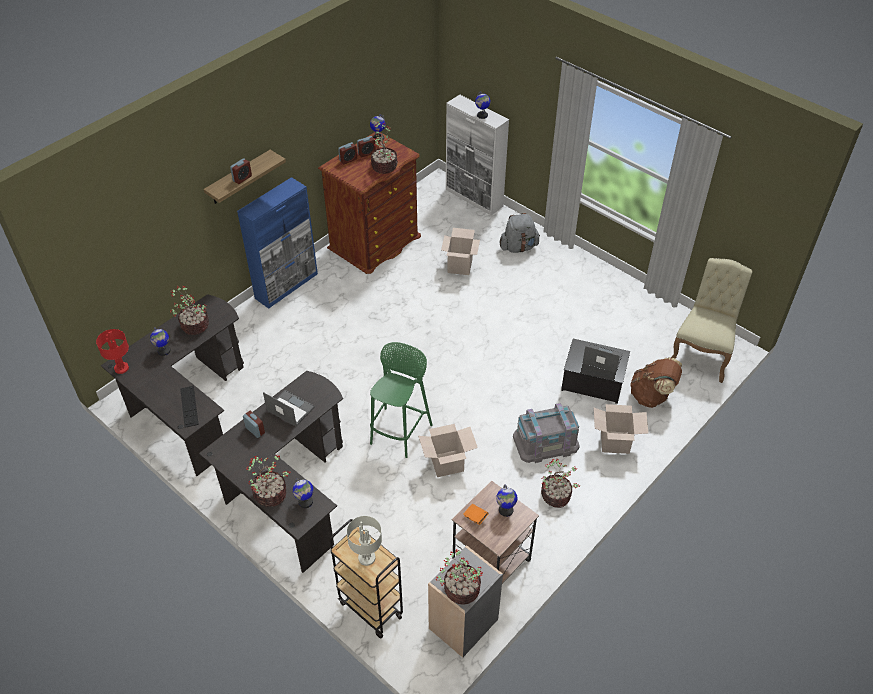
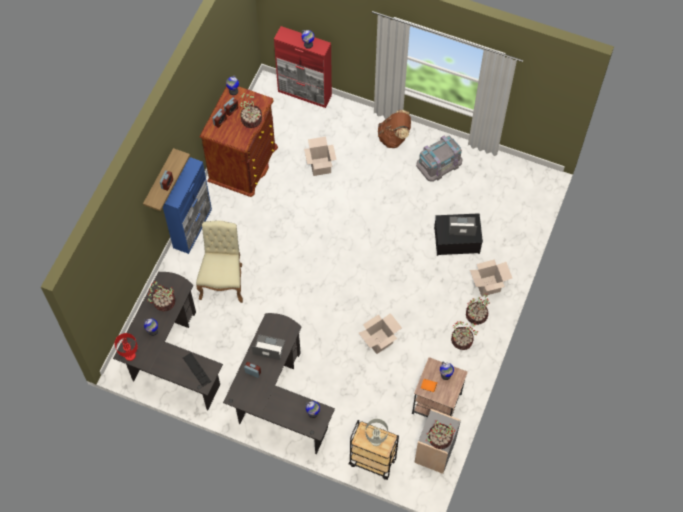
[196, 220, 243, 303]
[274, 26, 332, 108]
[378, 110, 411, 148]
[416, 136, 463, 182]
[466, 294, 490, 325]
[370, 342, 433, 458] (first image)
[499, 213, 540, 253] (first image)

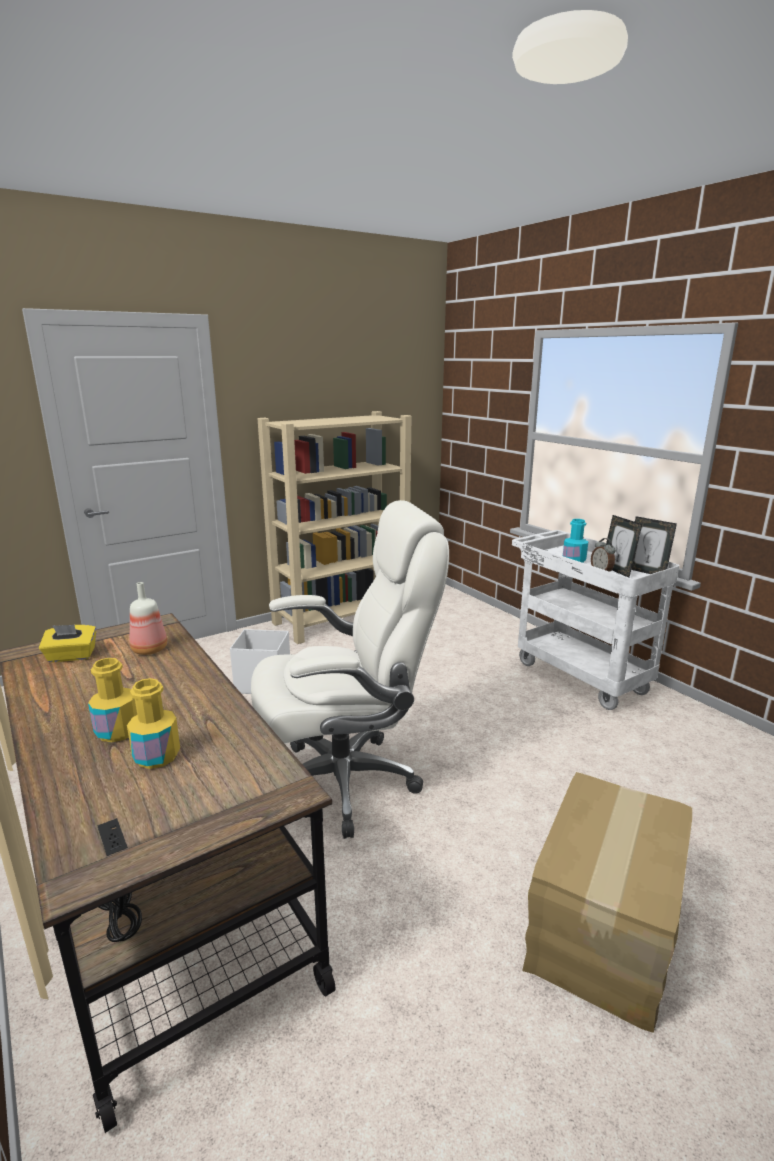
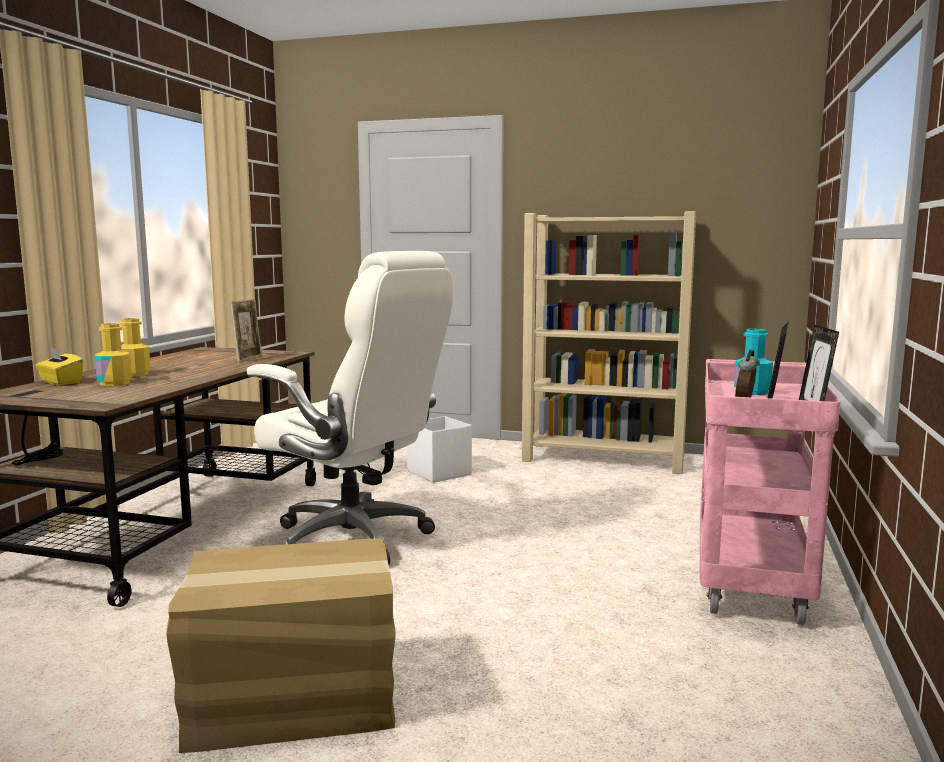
[36, 347, 84, 385]
[230, 299, 262, 362]
[700, 359, 840, 625]

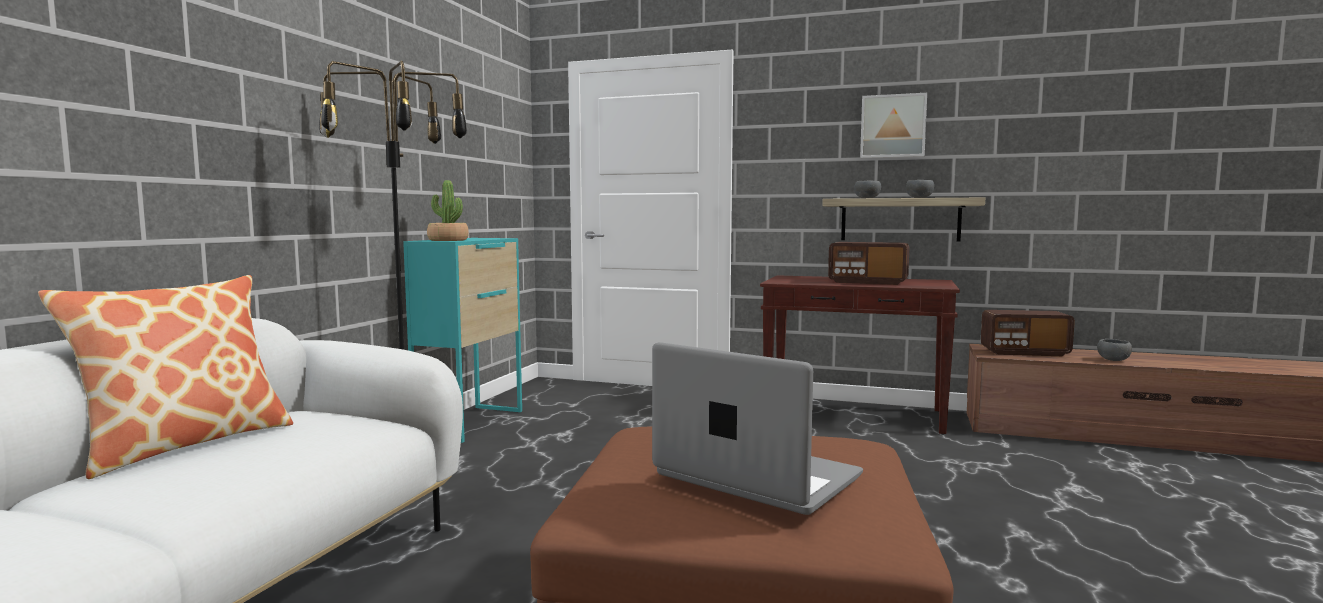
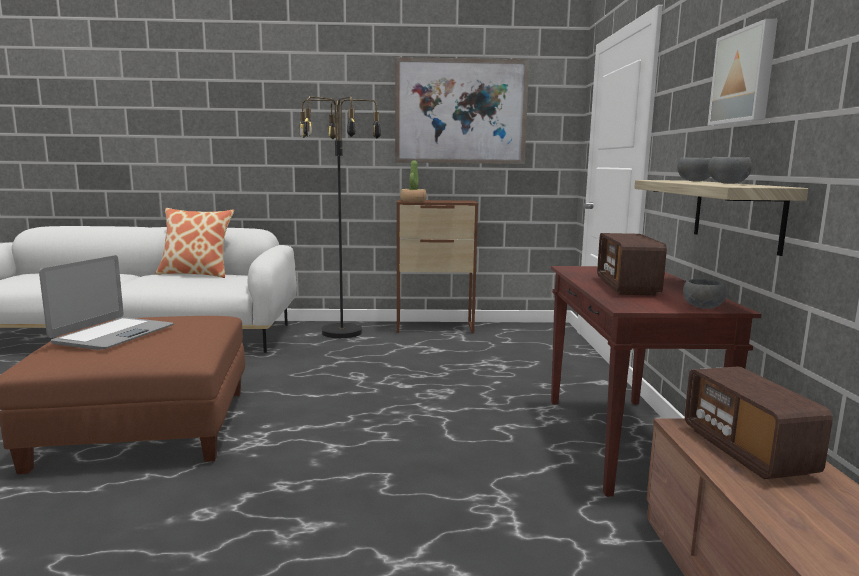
[395, 57, 529, 164]
[397, 200, 478, 333]
[683, 279, 726, 309]

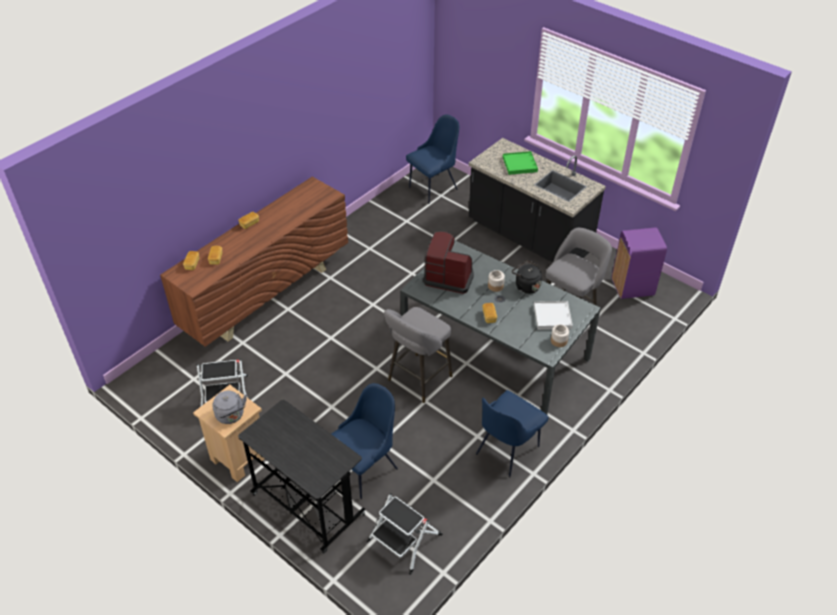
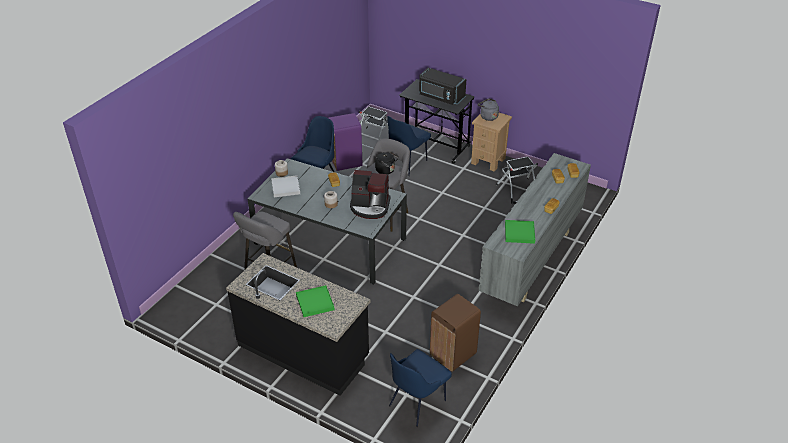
[329, 113, 362, 171]
[375, 152, 399, 174]
[419, 68, 466, 105]
[430, 294, 481, 372]
[479, 153, 591, 306]
[505, 220, 535, 244]

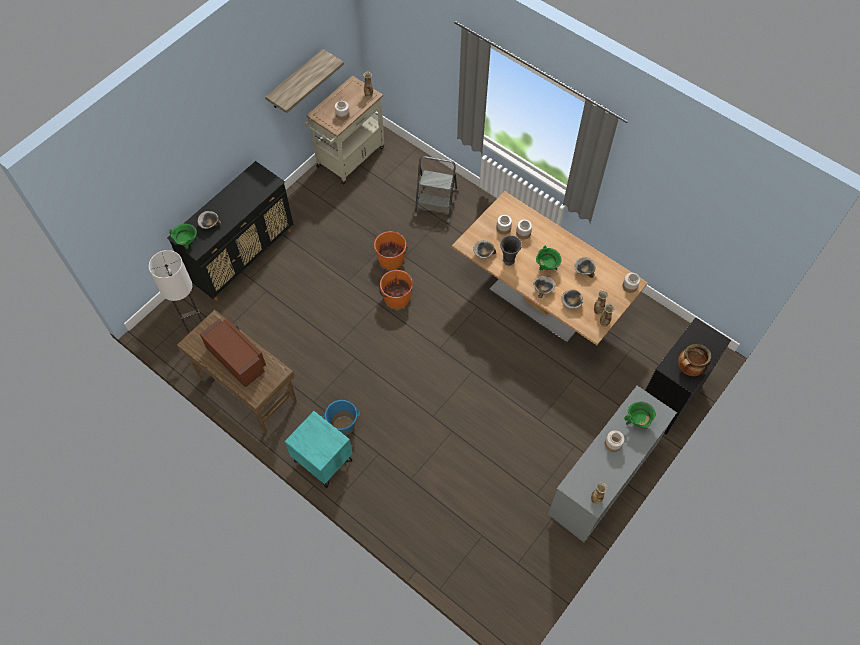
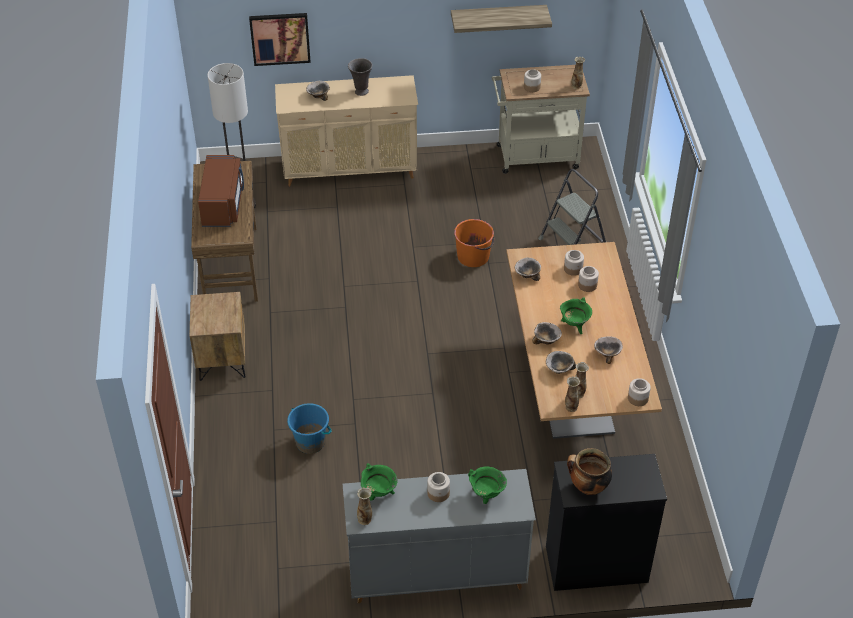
[189, 292, 246, 381]
[249, 13, 311, 66]
[275, 75, 418, 187]
[287, 403, 331, 454]
[348, 58, 372, 96]
[361, 463, 398, 501]
[379, 270, 413, 309] (first image)

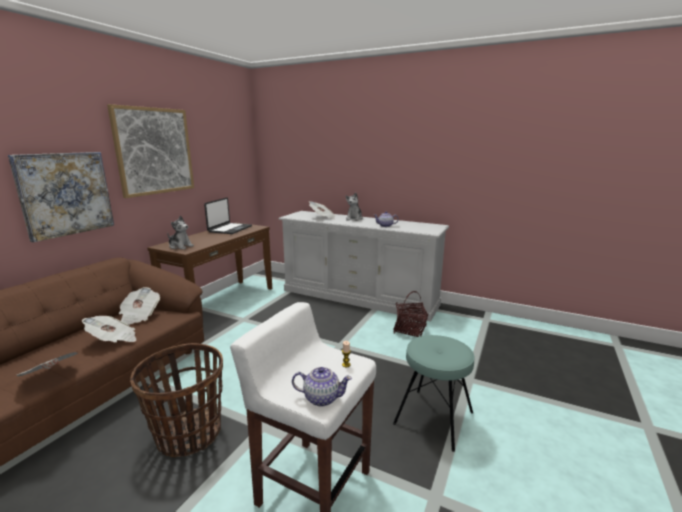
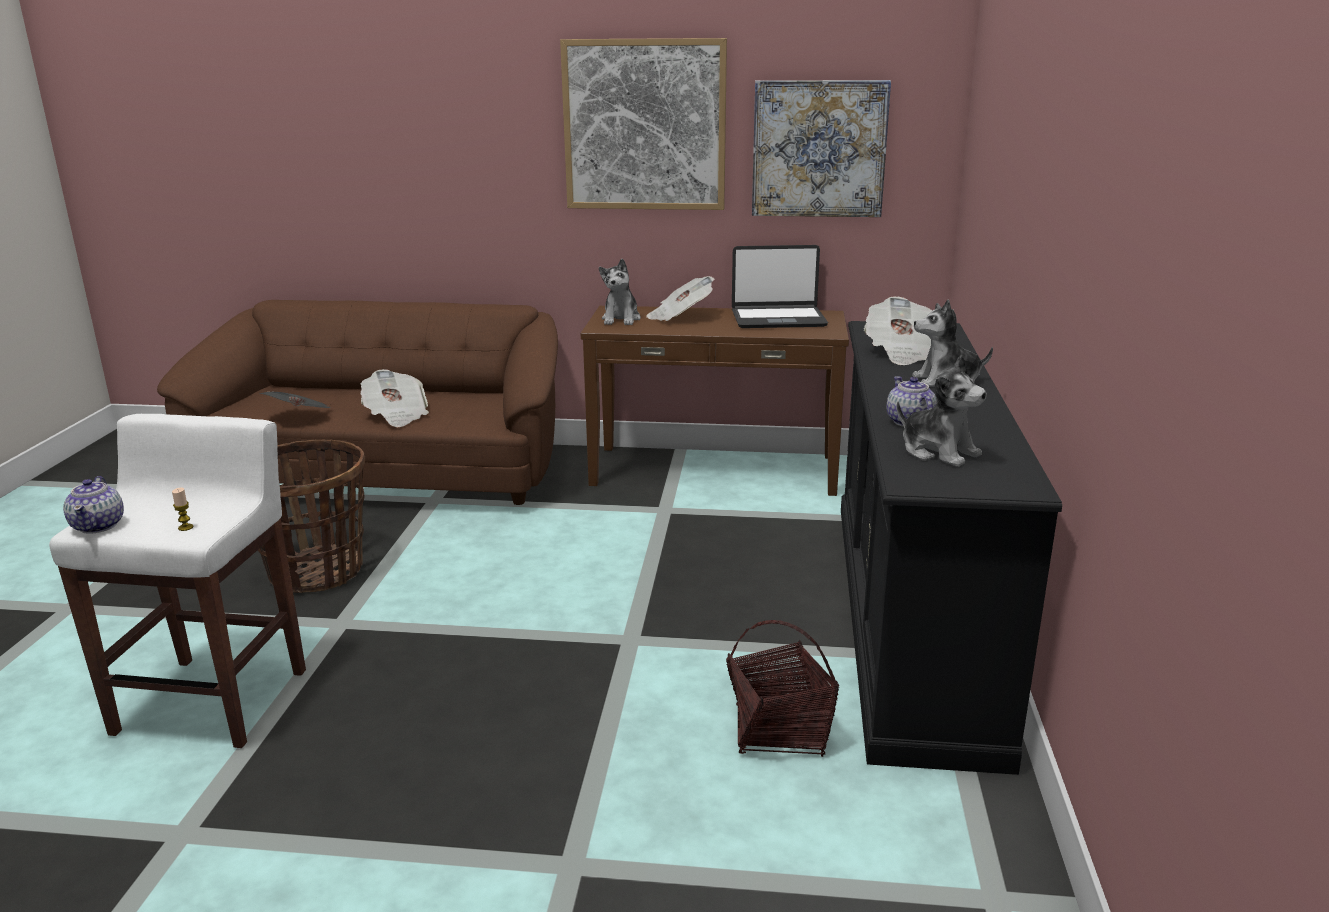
[646, 276, 715, 321]
[752, 80, 891, 217]
[841, 321, 1062, 775]
[897, 355, 987, 467]
[393, 335, 475, 452] (first image)

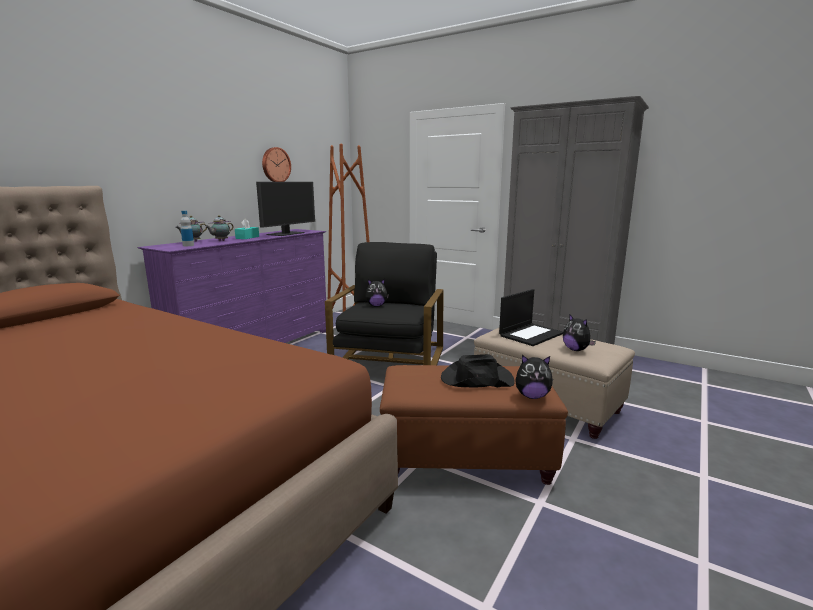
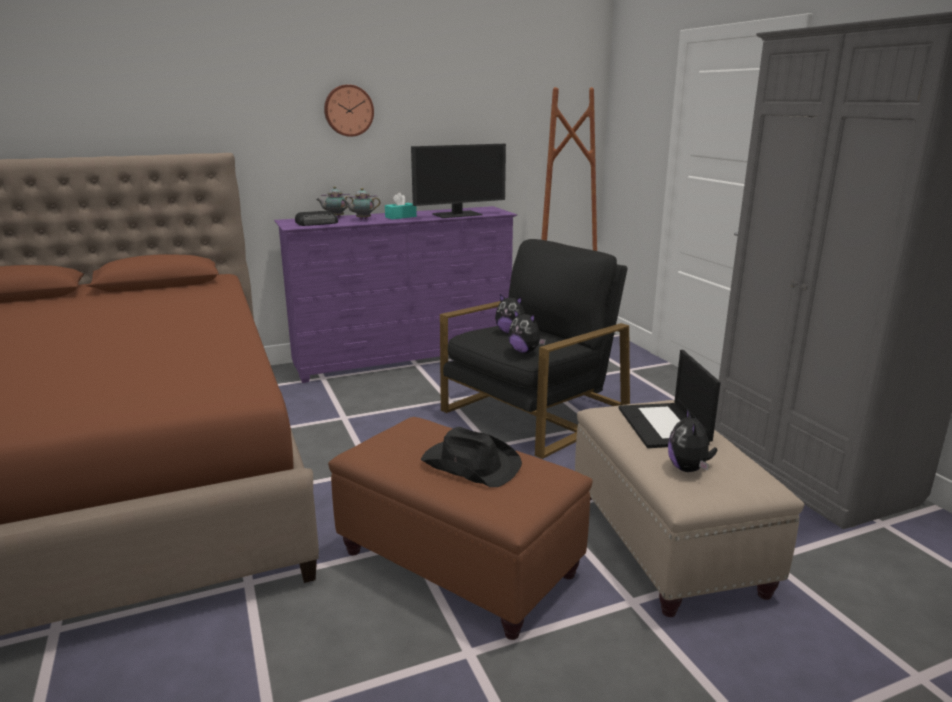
[295, 211, 338, 226]
[324, 84, 374, 137]
[508, 309, 546, 353]
[619, 350, 721, 448]

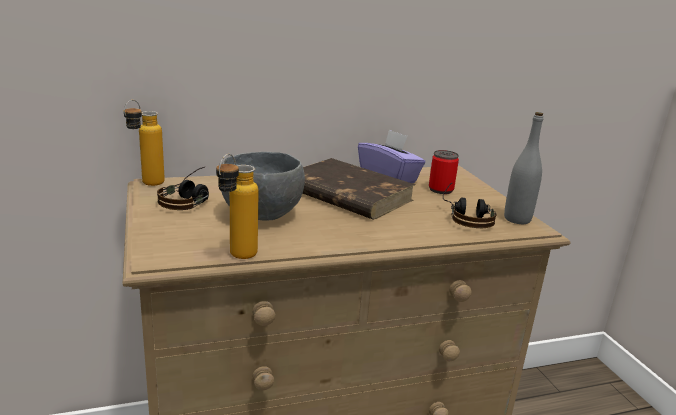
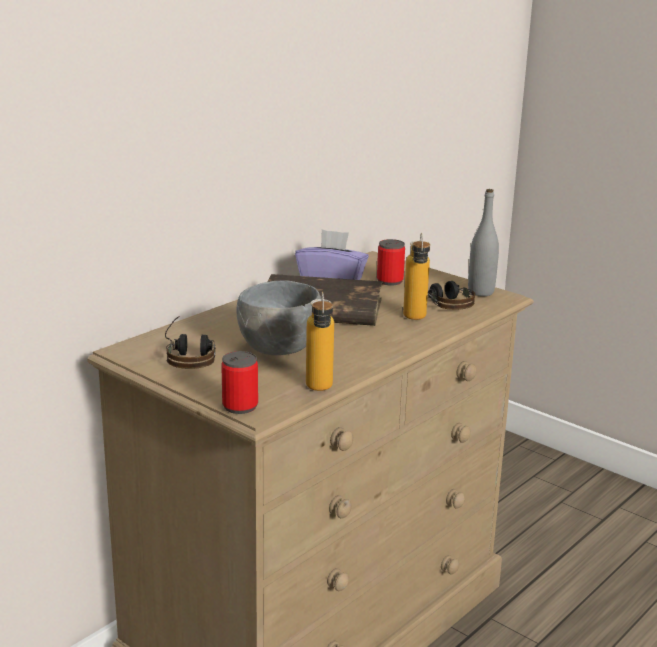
[221, 351, 258, 414]
[403, 233, 430, 320]

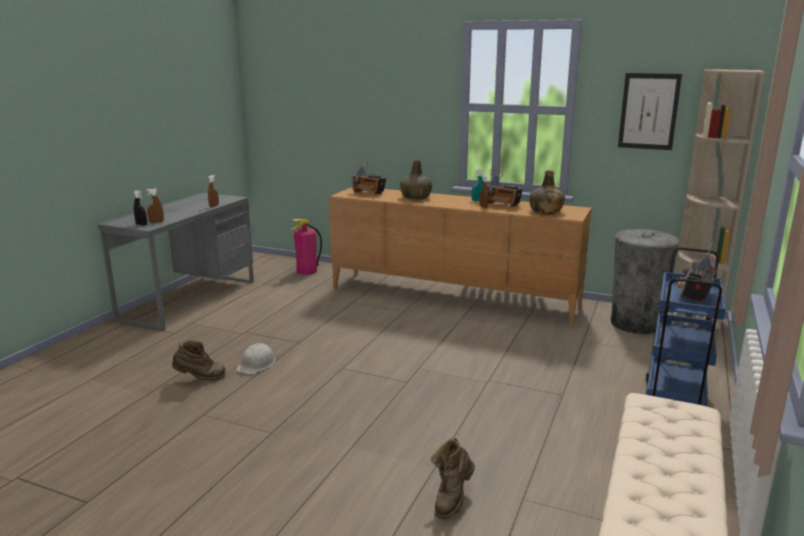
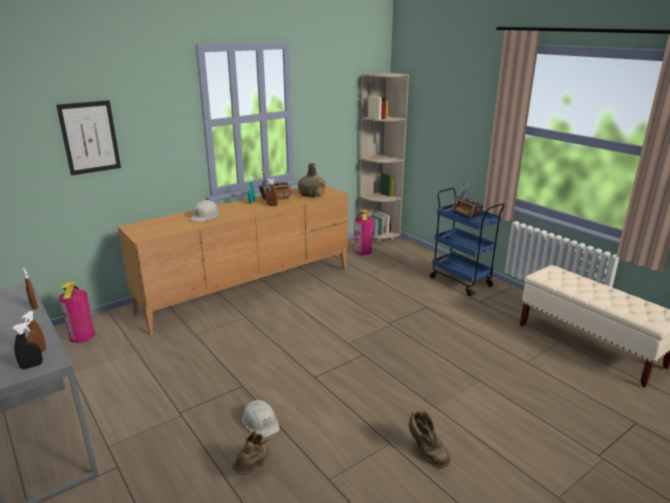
[56, 100, 121, 176]
[190, 200, 220, 222]
[355, 209, 374, 255]
[409, 409, 451, 468]
[351, 155, 386, 194] (first image)

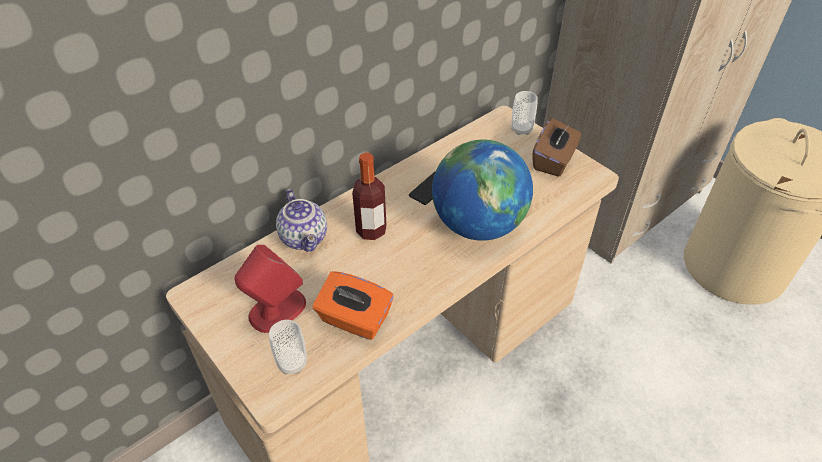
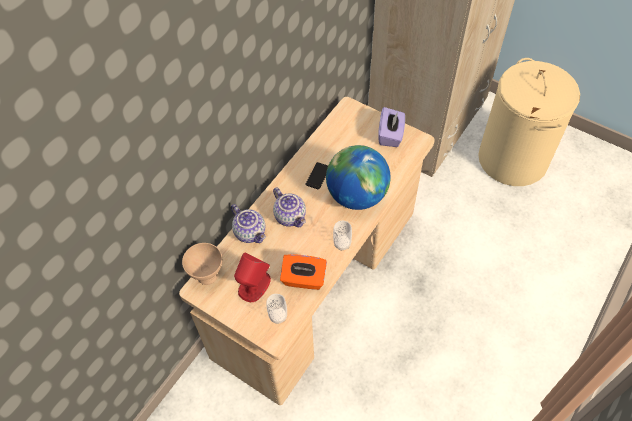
[182, 243, 222, 285]
[273, 188, 306, 227]
[333, 221, 352, 251]
[378, 107, 405, 147]

